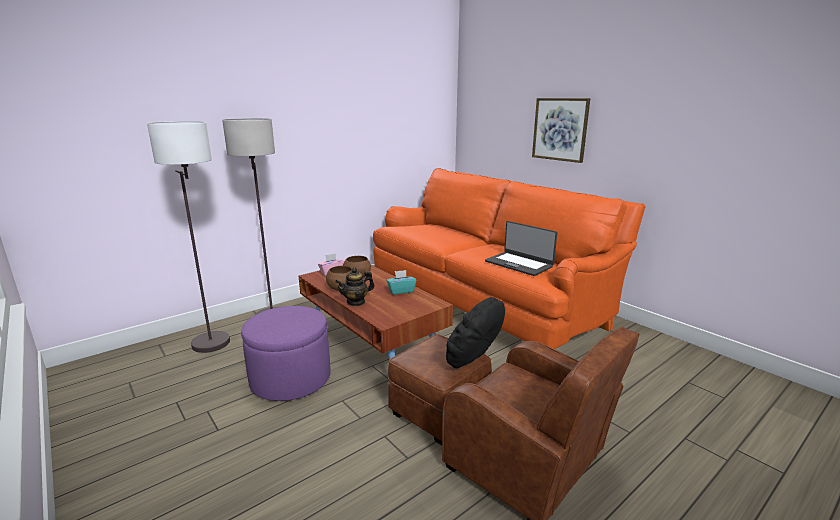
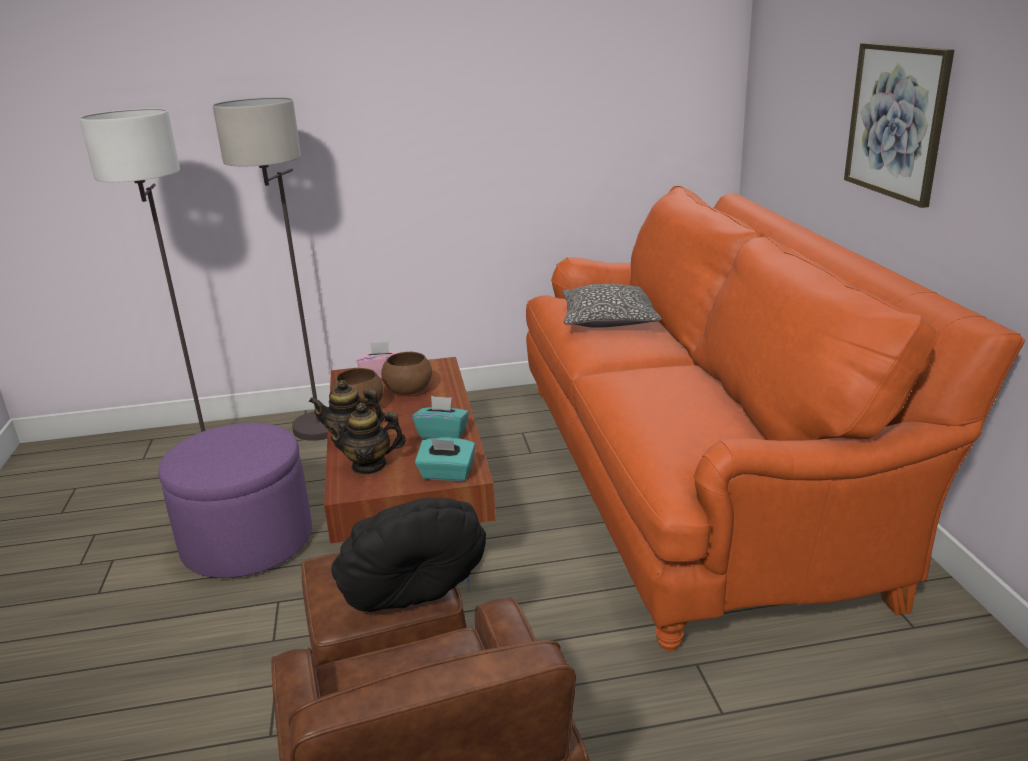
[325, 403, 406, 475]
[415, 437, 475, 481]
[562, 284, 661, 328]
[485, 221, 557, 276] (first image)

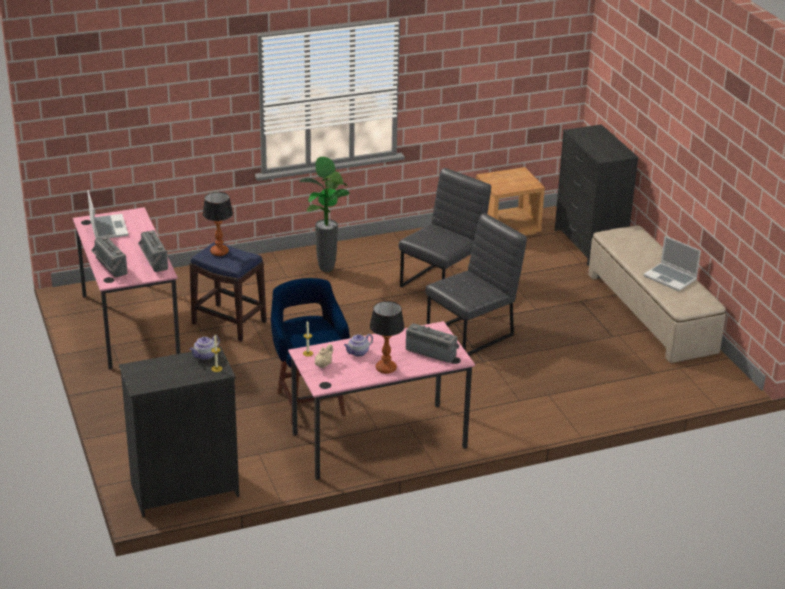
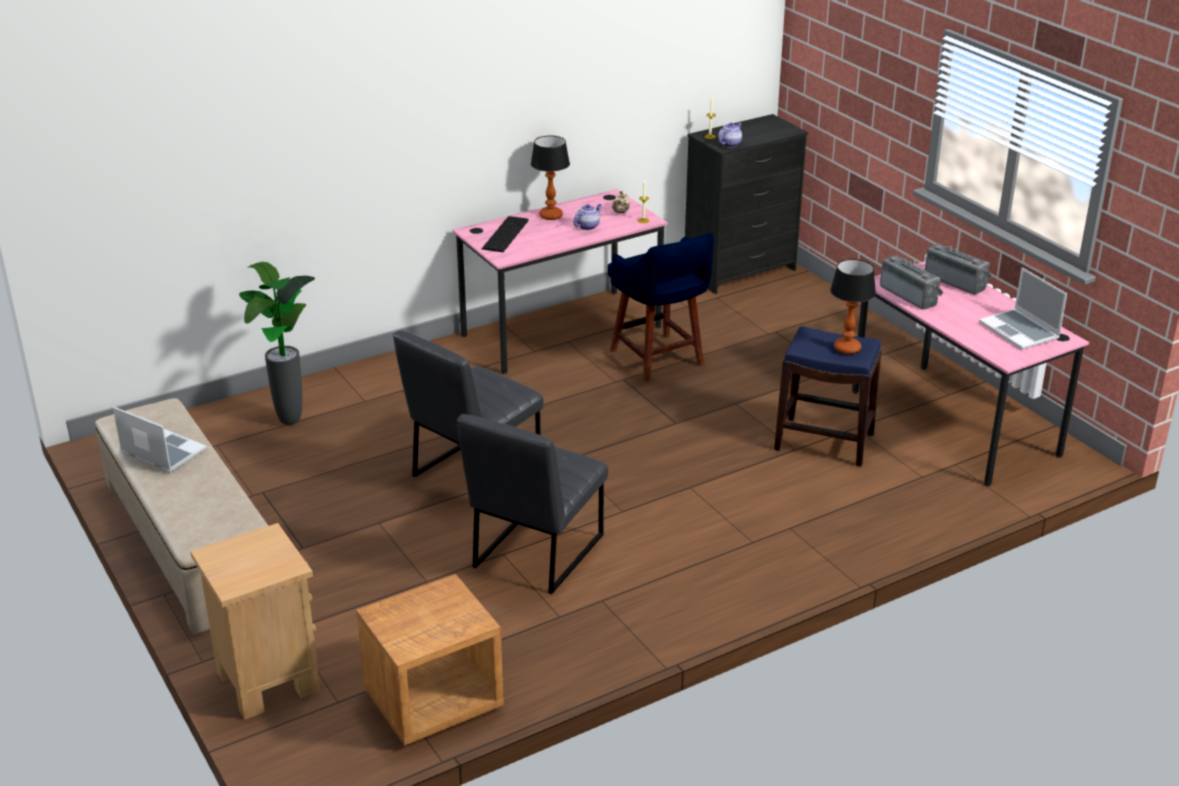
[190, 523, 320, 720]
[239, 262, 315, 425]
[482, 216, 529, 252]

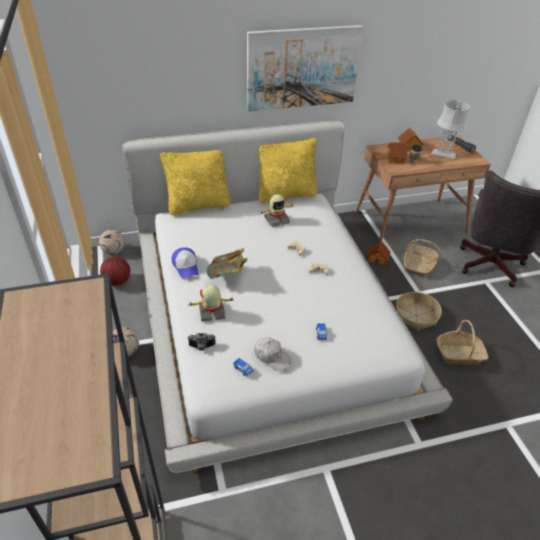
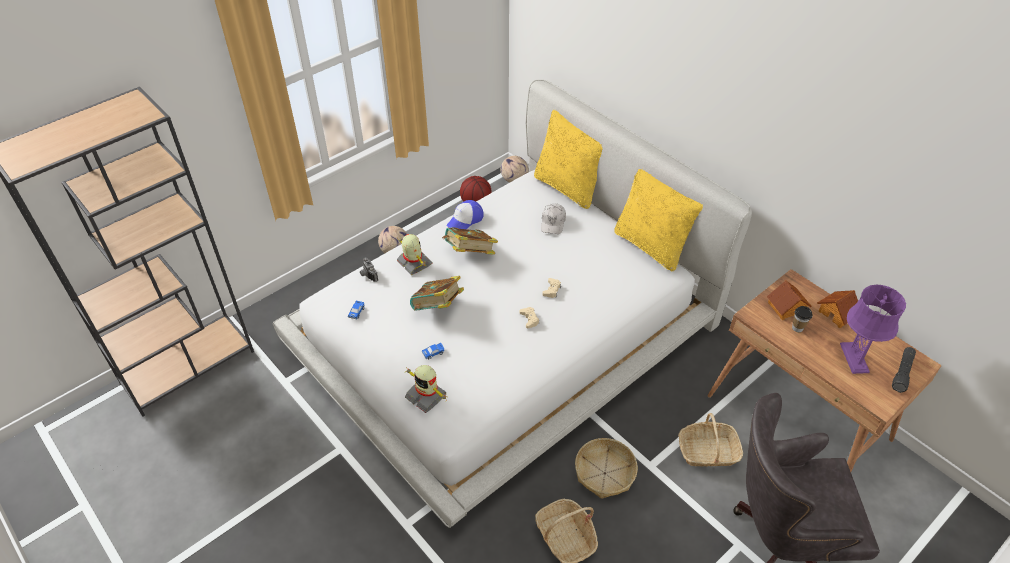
[405, 365, 447, 413]
[410, 276, 464, 311]
[541, 203, 566, 234]
[840, 285, 906, 374]
[247, 25, 363, 111] (first image)
[366, 241, 391, 266] (first image)

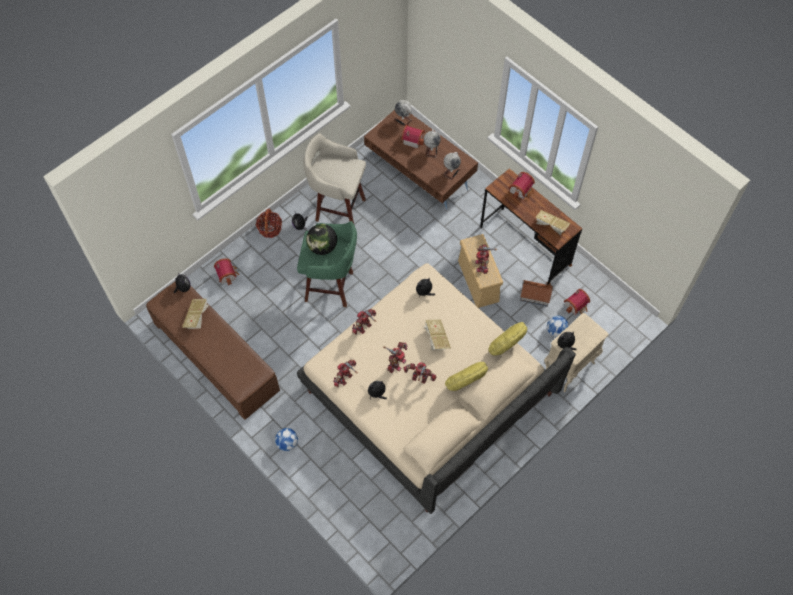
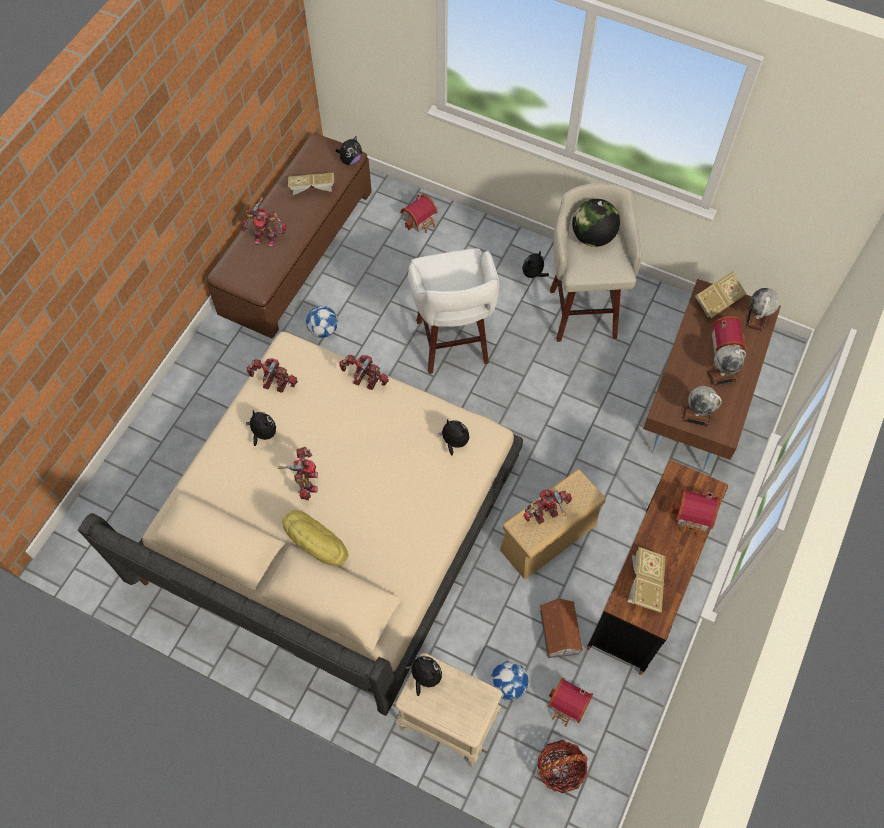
[241, 197, 287, 247]
[306, 306, 338, 338]
[408, 248, 499, 374]
[537, 740, 588, 793]
[572, 199, 620, 247]
[695, 271, 746, 318]
[488, 322, 527, 355] (first image)

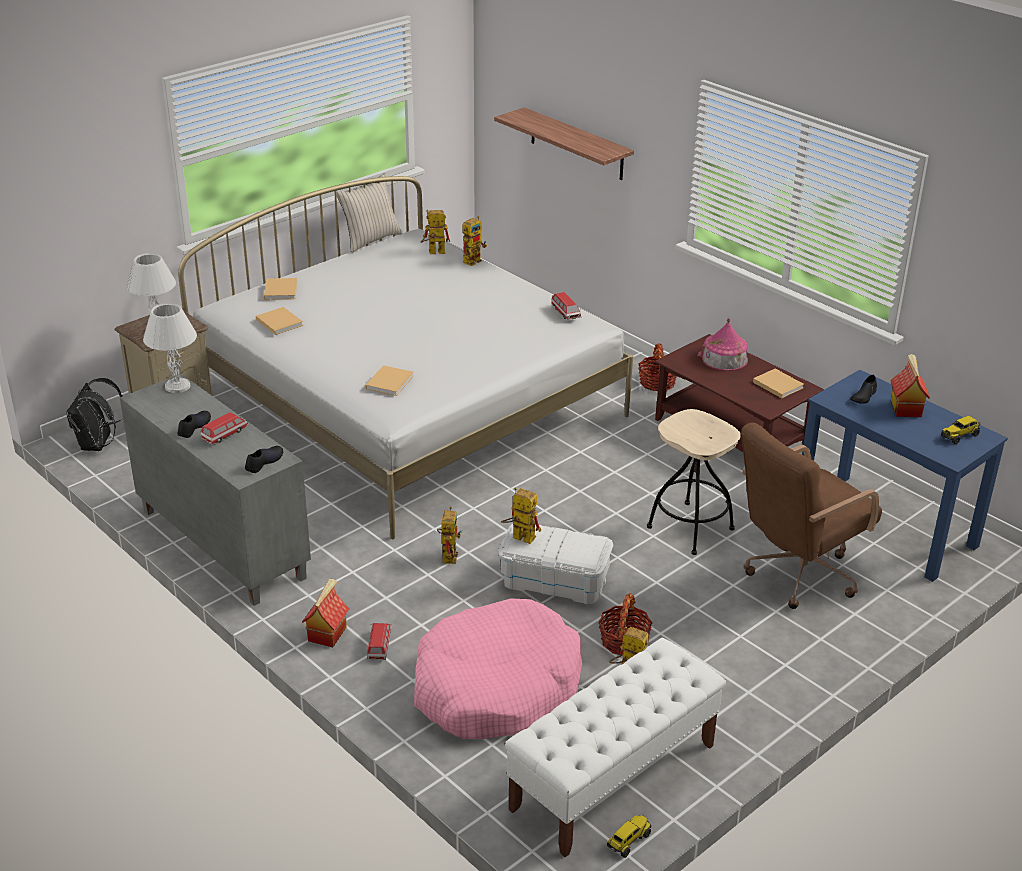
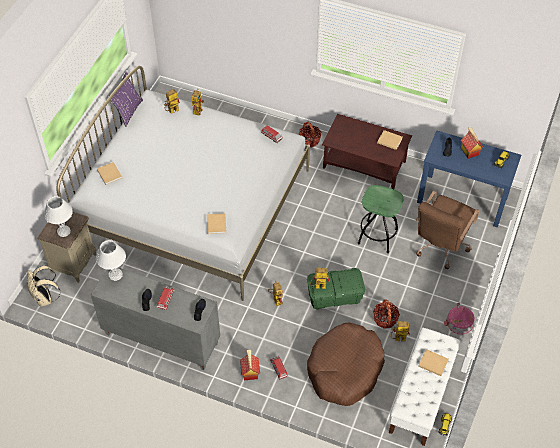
[28, 266, 61, 307]
[111, 72, 143, 127]
[307, 268, 365, 310]
[307, 323, 385, 406]
[358, 185, 404, 253]
[418, 349, 449, 376]
[444, 303, 475, 334]
[494, 107, 634, 180] (first image)

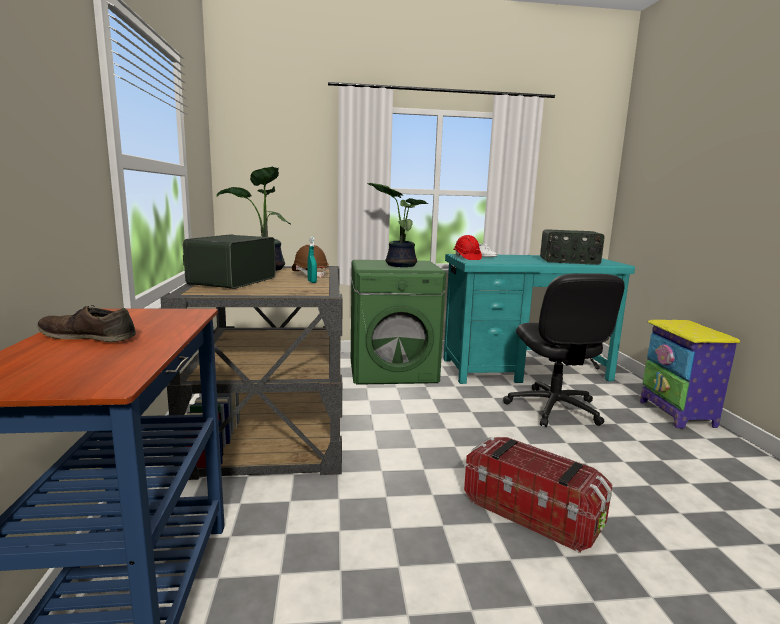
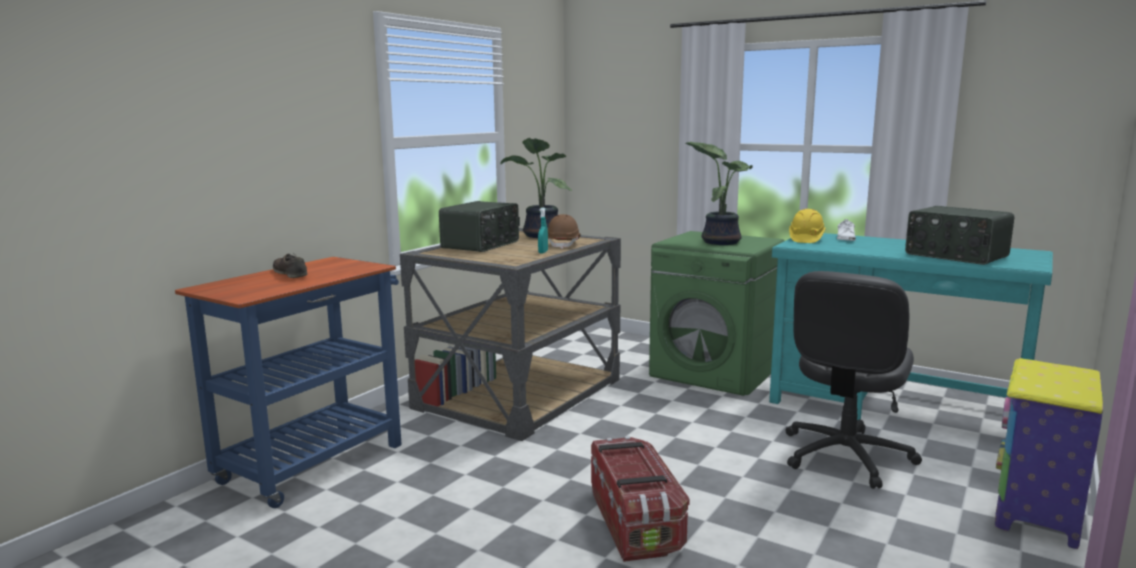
[439, 201, 520, 252]
[789, 209, 826, 243]

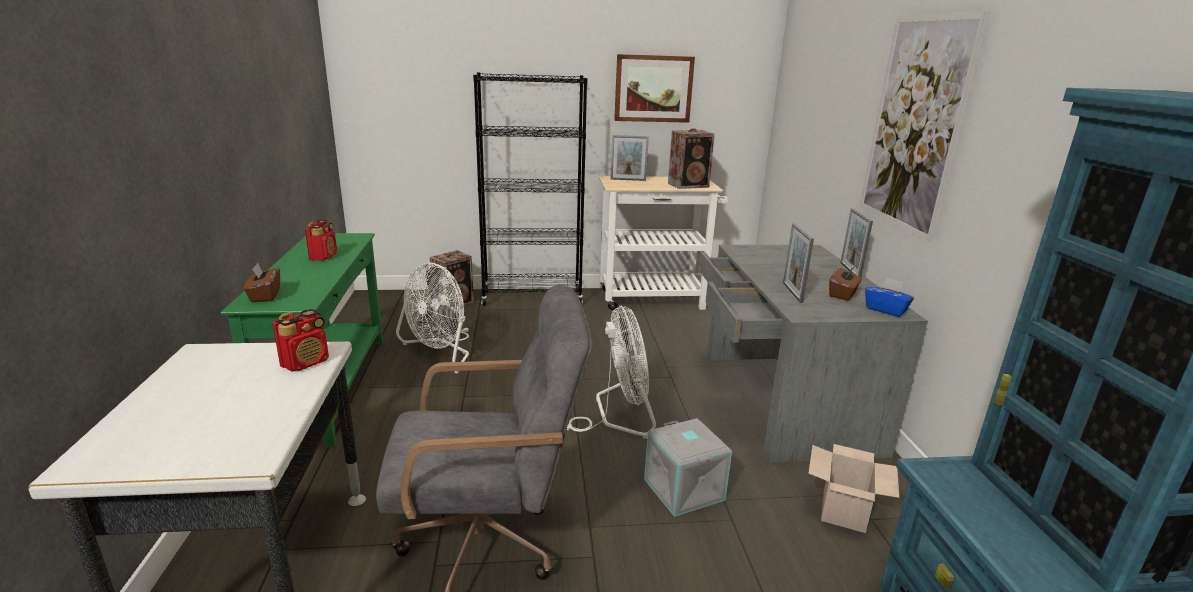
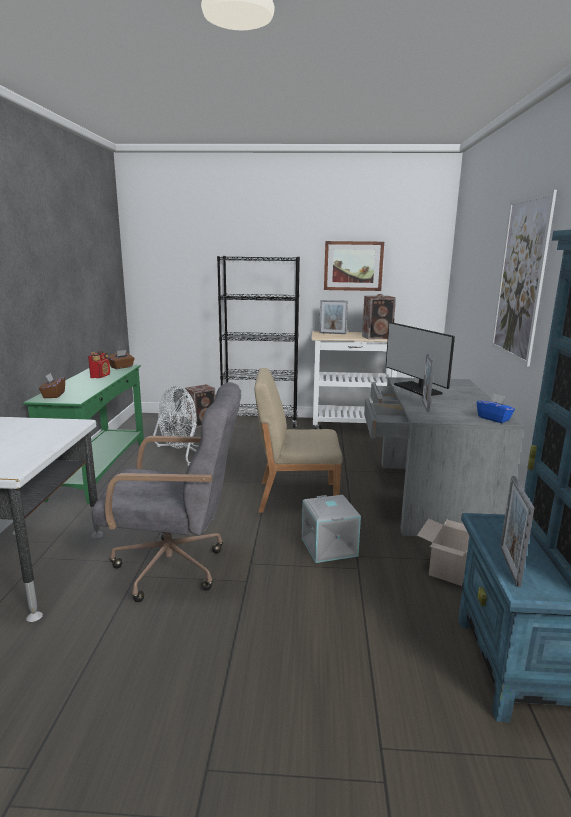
[108, 350, 135, 369]
[255, 368, 342, 513]
[386, 322, 455, 396]
[500, 476, 534, 587]
[272, 309, 329, 372] (first image)

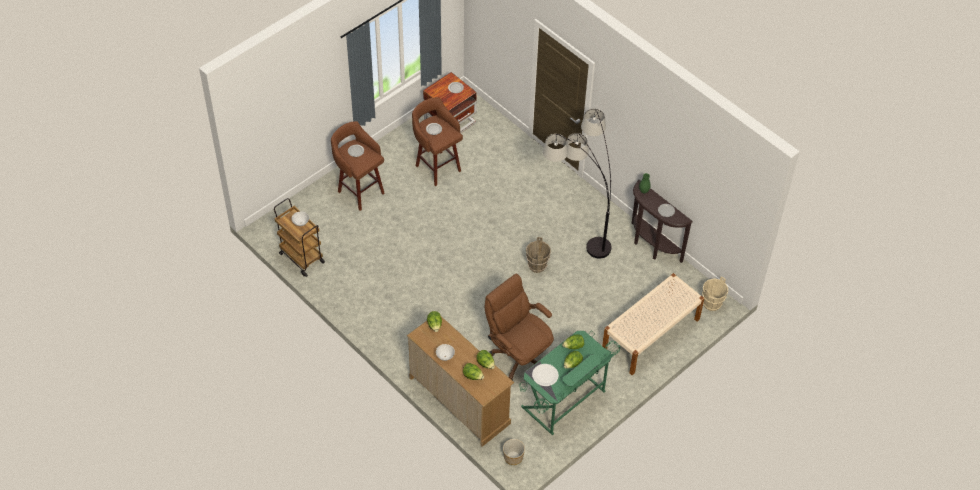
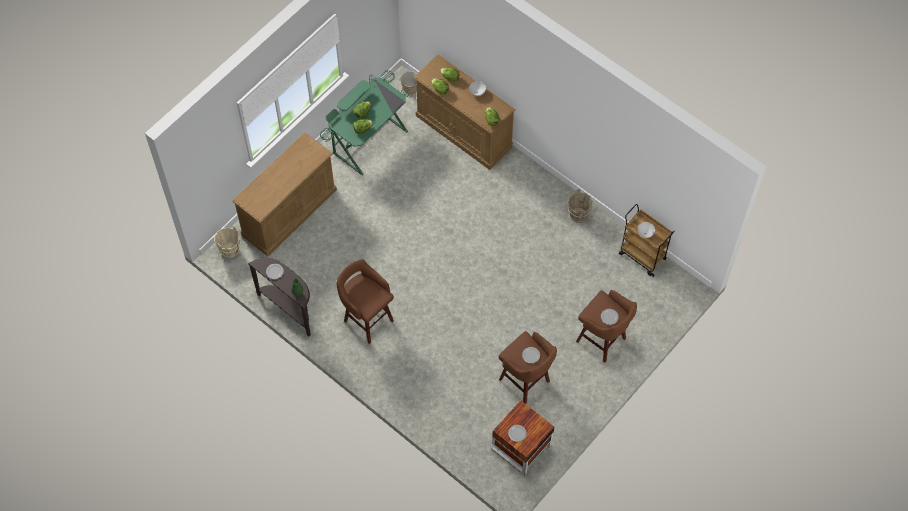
[232, 133, 337, 256]
[336, 259, 394, 344]
[568, 189, 593, 223]
[485, 274, 554, 381] (first image)
[532, 364, 559, 386] (first image)

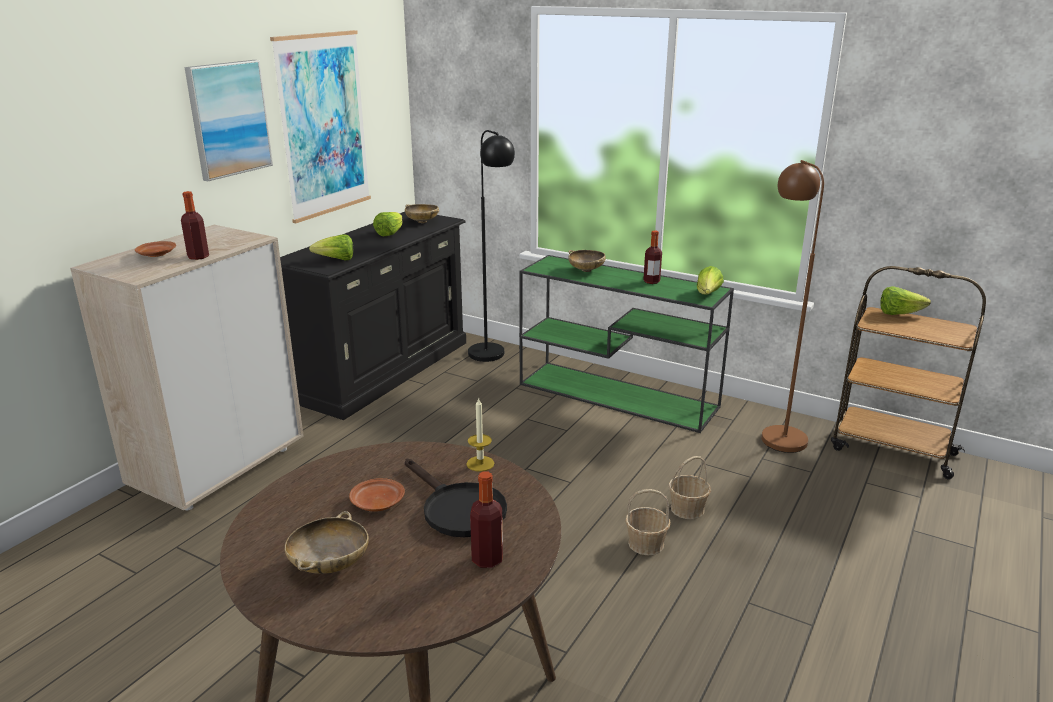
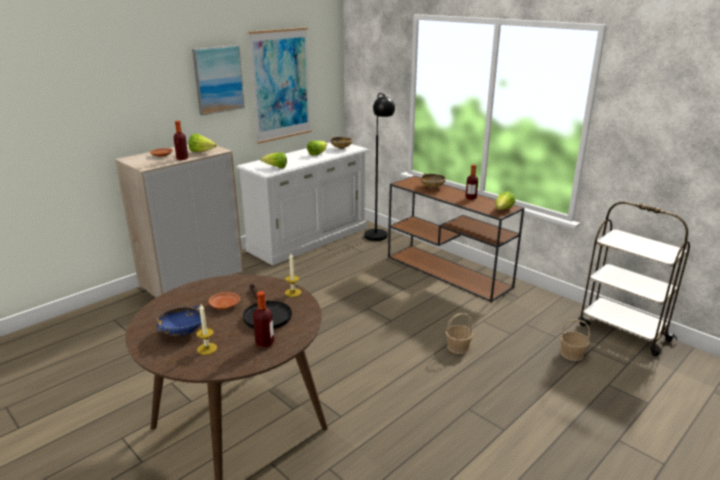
[156, 305, 202, 336]
[189, 134, 217, 152]
[196, 304, 217, 355]
[237, 142, 369, 266]
[388, 176, 524, 302]
[560, 319, 590, 361]
[578, 202, 690, 357]
[761, 160, 824, 453] (first image)

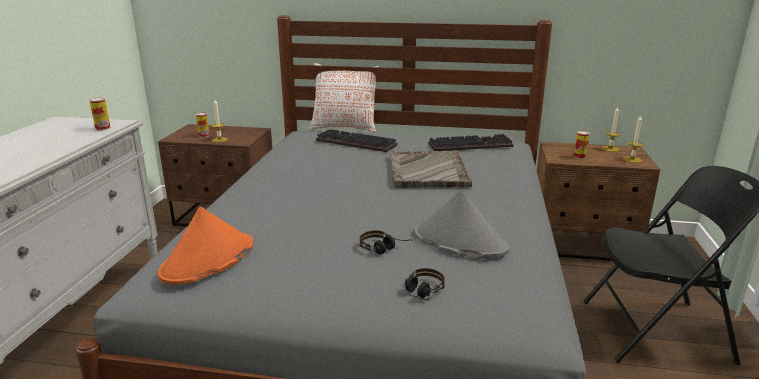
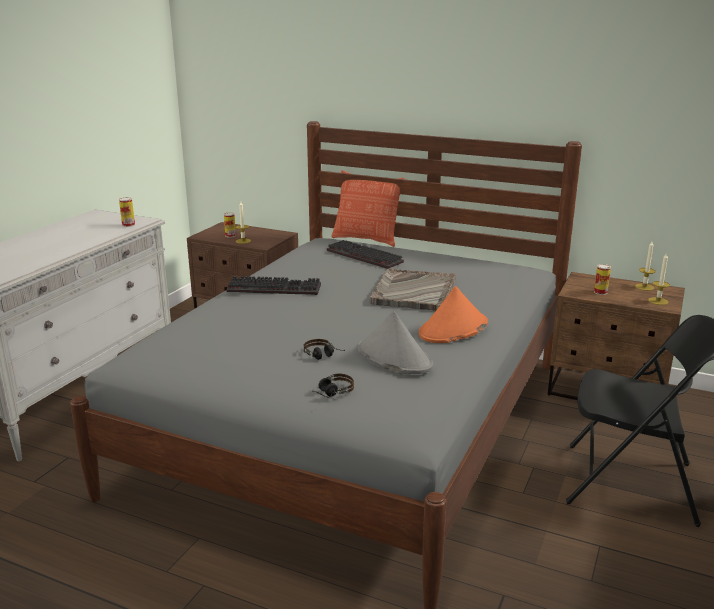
[226, 276, 321, 295]
[331, 170, 404, 247]
[419, 286, 488, 343]

